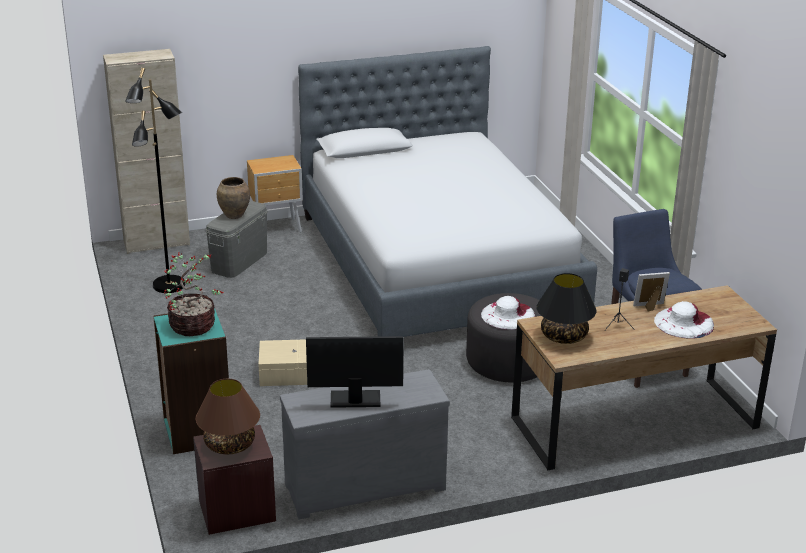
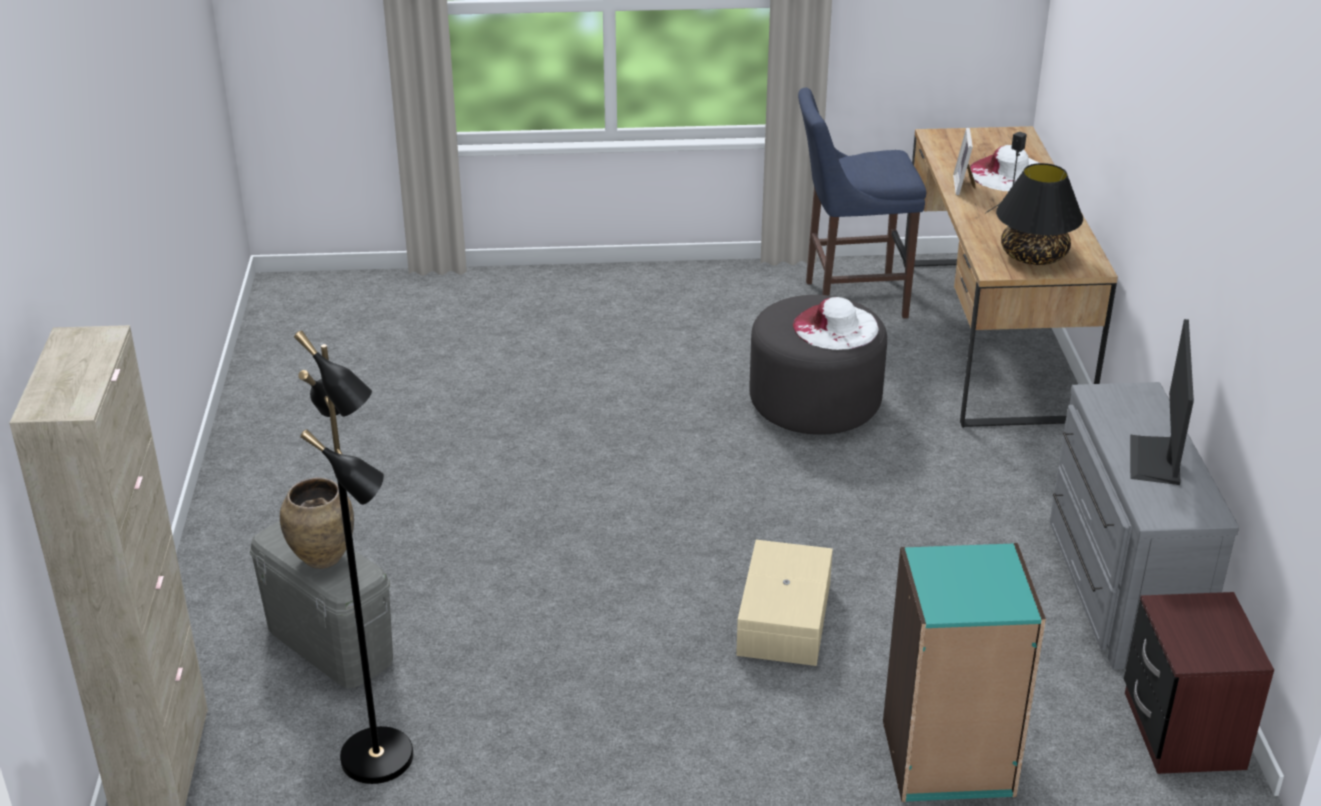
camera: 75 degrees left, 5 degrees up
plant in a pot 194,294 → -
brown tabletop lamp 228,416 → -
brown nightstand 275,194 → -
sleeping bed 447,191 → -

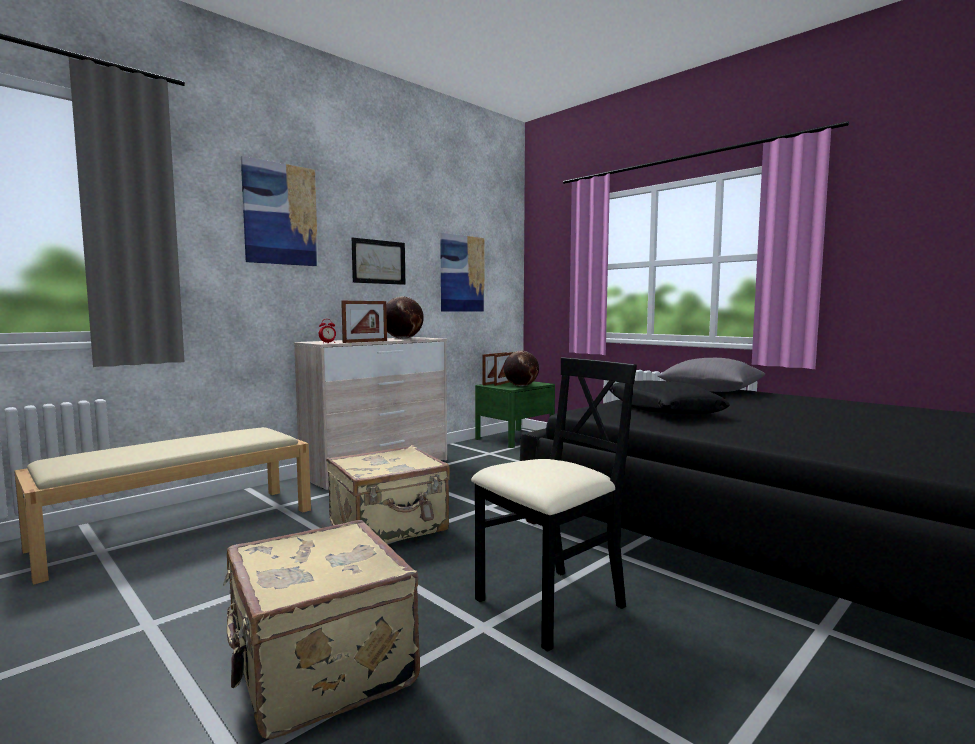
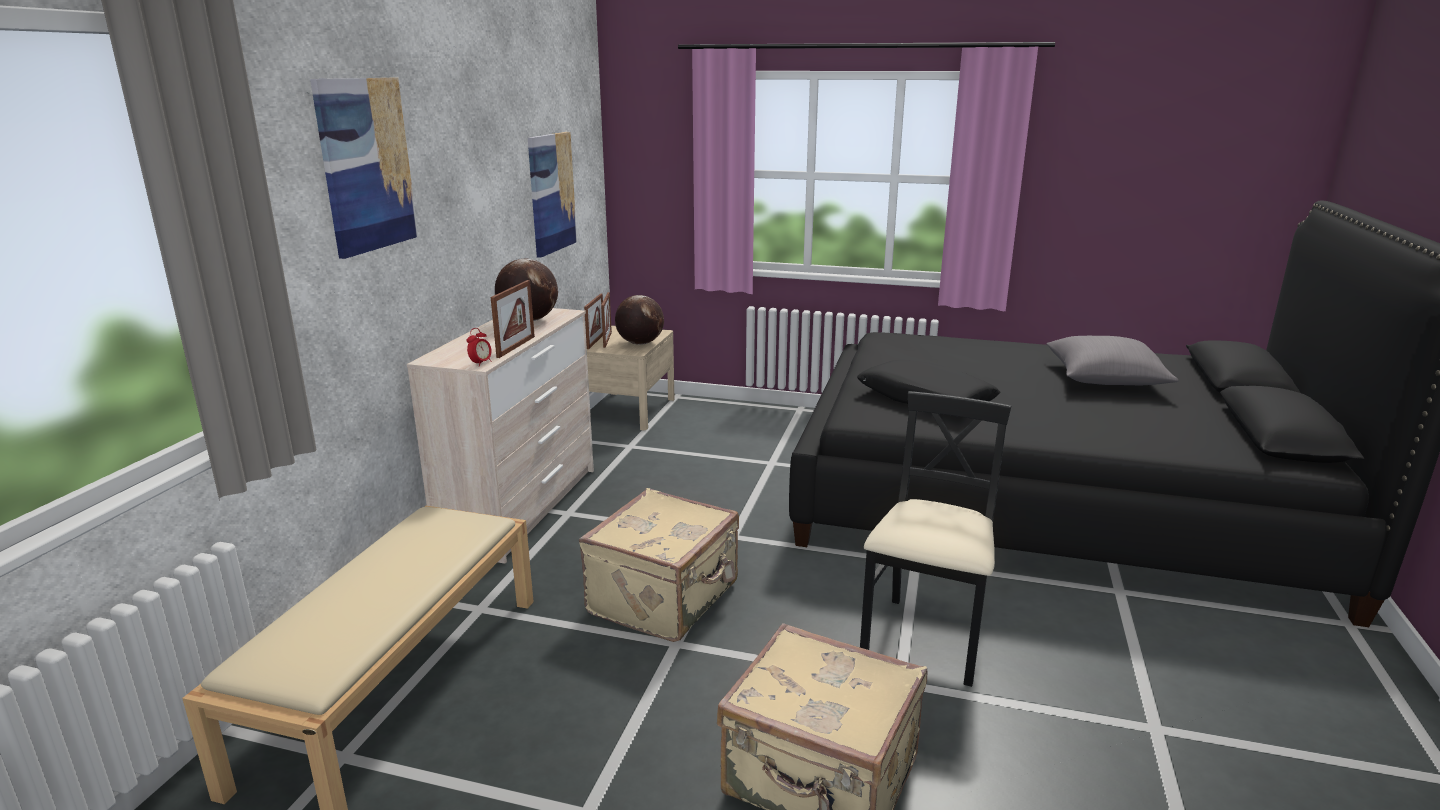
camera: 30 degrees left, 15 degrees up
wall picture 378,261 → -
gray throw pillow 711,375 → gray throw pillow 1112,360, shifted
green-coloured nightstand 515,414 → beige-coloured nightstand 630,377

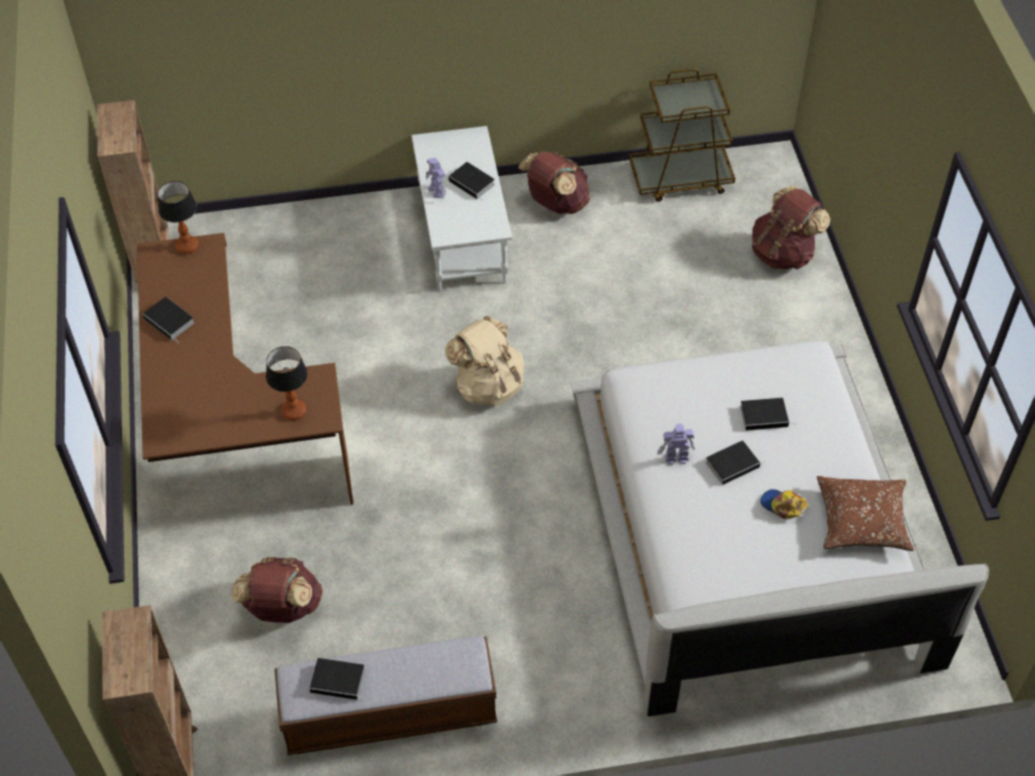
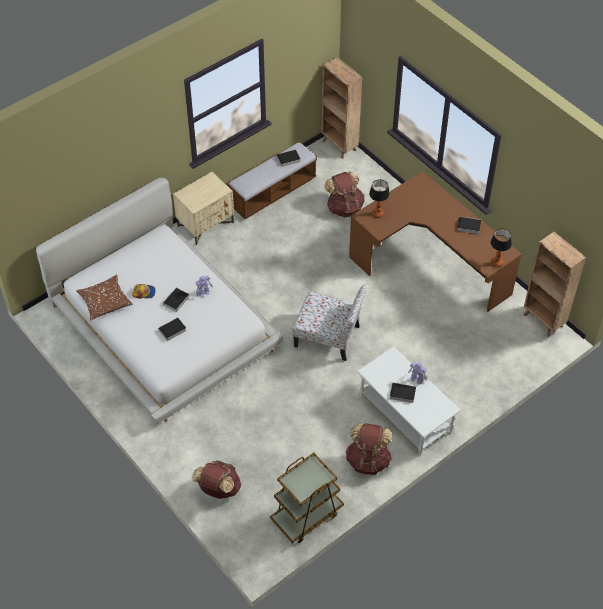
camera: 150 degrees right, 0 degrees up
- → beige-coloured nightstand 203,208
beige-coloured rucksack 484,361 → plain chair 330,323

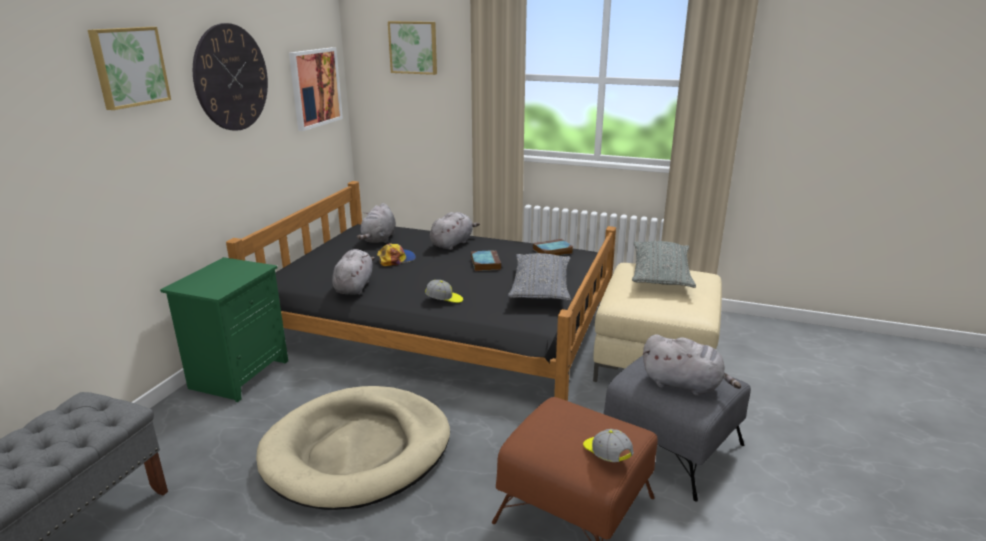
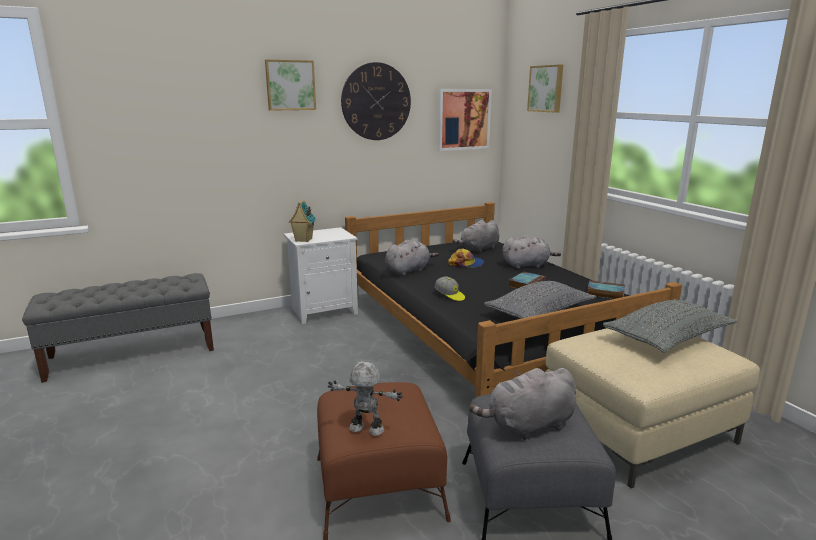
camera: 45 degrees right, 5 degrees down
beige-coloured pet bed 353,448 → -
- → model house 302,221
peaked cap 608,445 → toy robot 365,398
green-coloured nightstand 224,329 → whitish nightstand 321,275
gray cuddly toy 692,365 → gray cuddly toy 522,404, 90 degrees clockwise

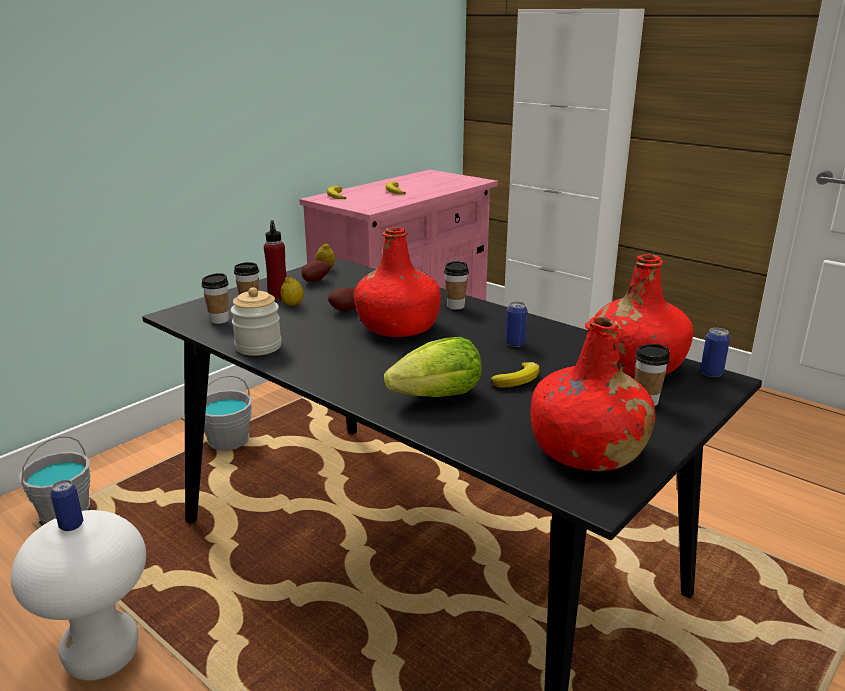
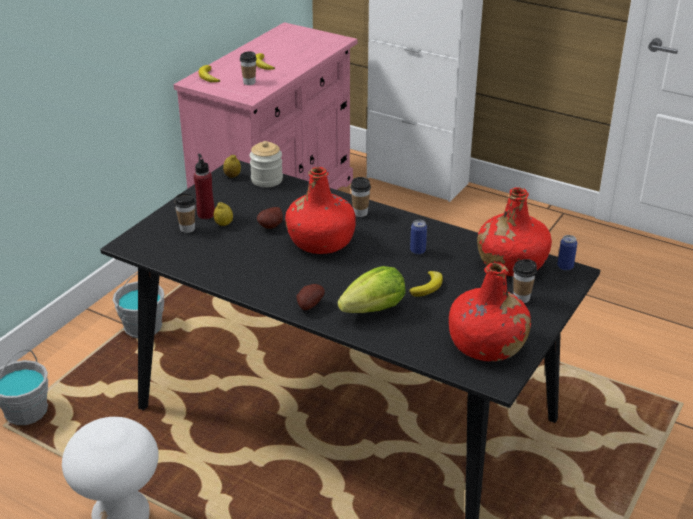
camera: 10 degrees left, 10 degrees up
can 66,505 → -
cup 215,298 → cup 248,68, shifted
storage jar 256,321 → storage jar 266,164, shifted
whole potato 315,271 → whole potato 310,297, shifted

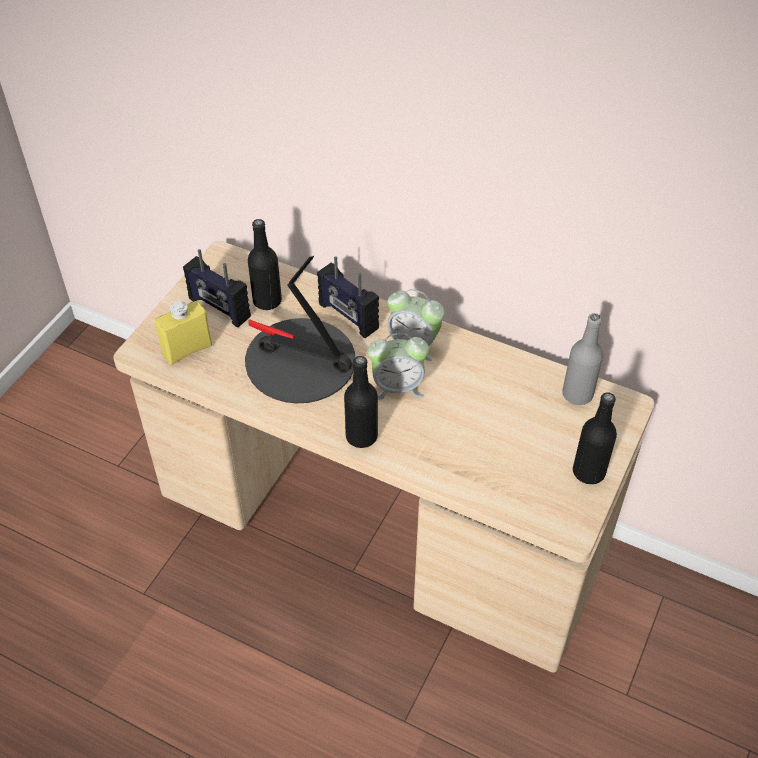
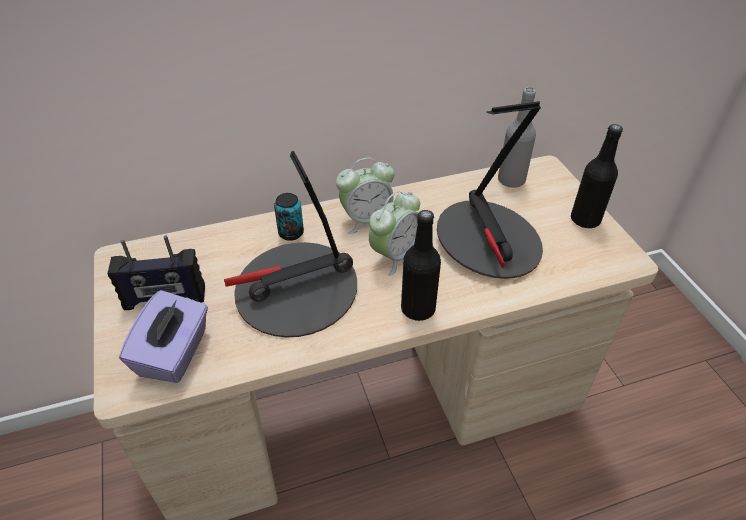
camera: 45 degrees left, 5 degrees down
black-coloured drink bottle 265,264 → -
- → tabletop lamp 490,190
yellowish drink bottle 183,332 → purple-coloured tissue box 163,336
radio 348,297 → can 289,217

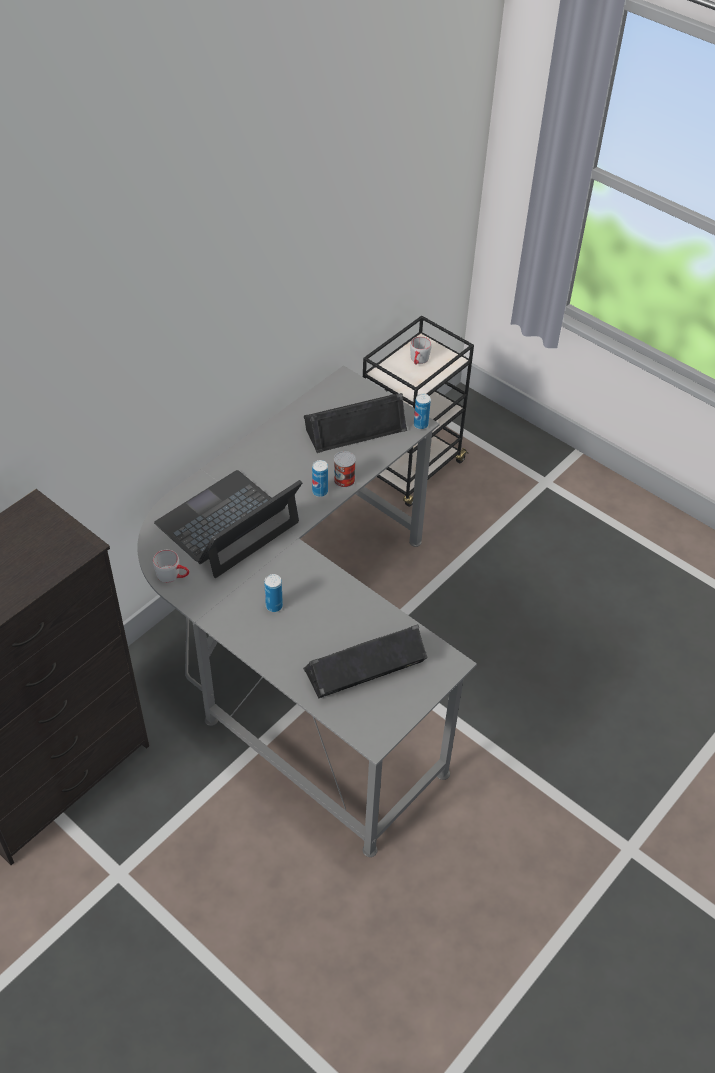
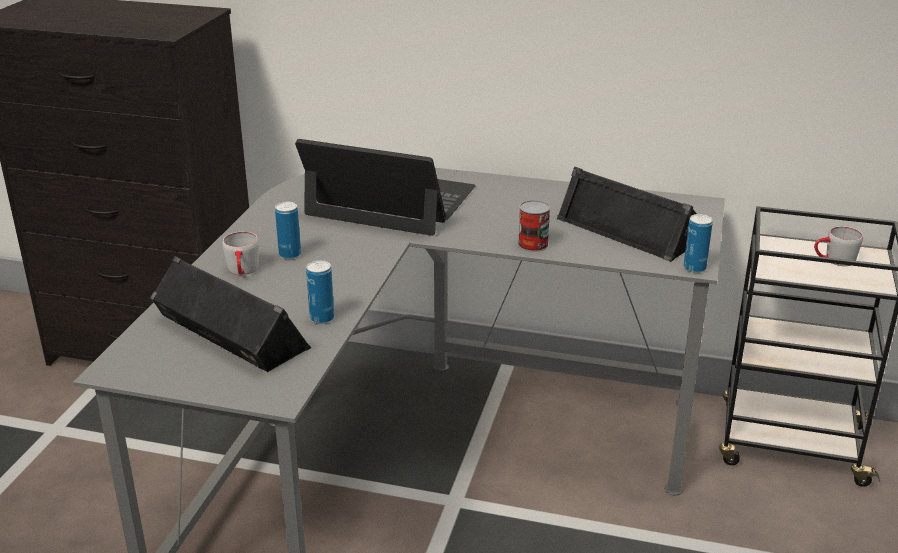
camera: 65 degrees right, 20 degrees down
gray tea mug 171,566 → gray tea mug 240,253, shifted
can 320,478 → can 320,292, shifted

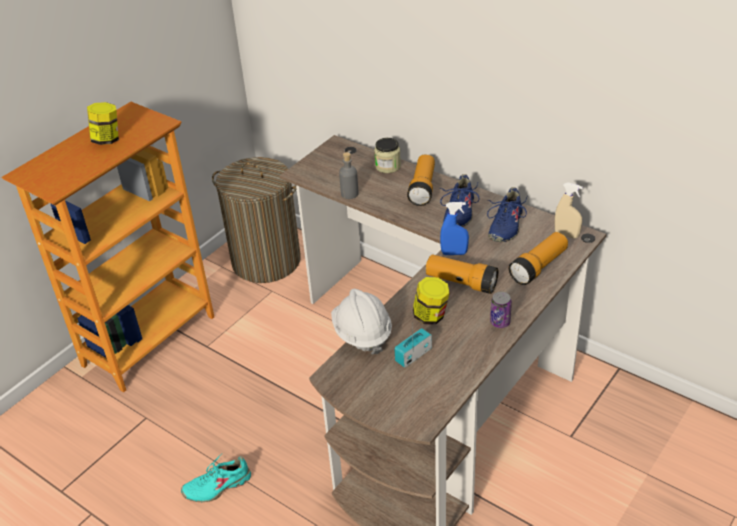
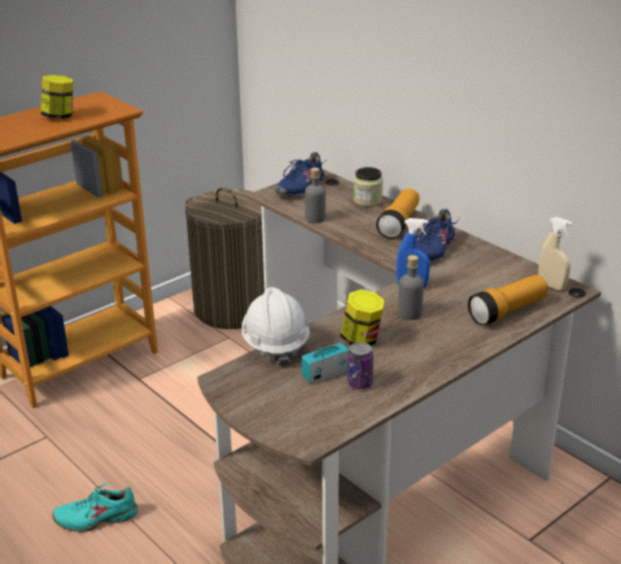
camera: 10 degrees right, 10 degrees down
blue low shoe 507,214 → blue low shoe 300,174, shifted
can 501,310 → can 360,365, shifted
hand torch 462,274 → gray drink bottle 411,287

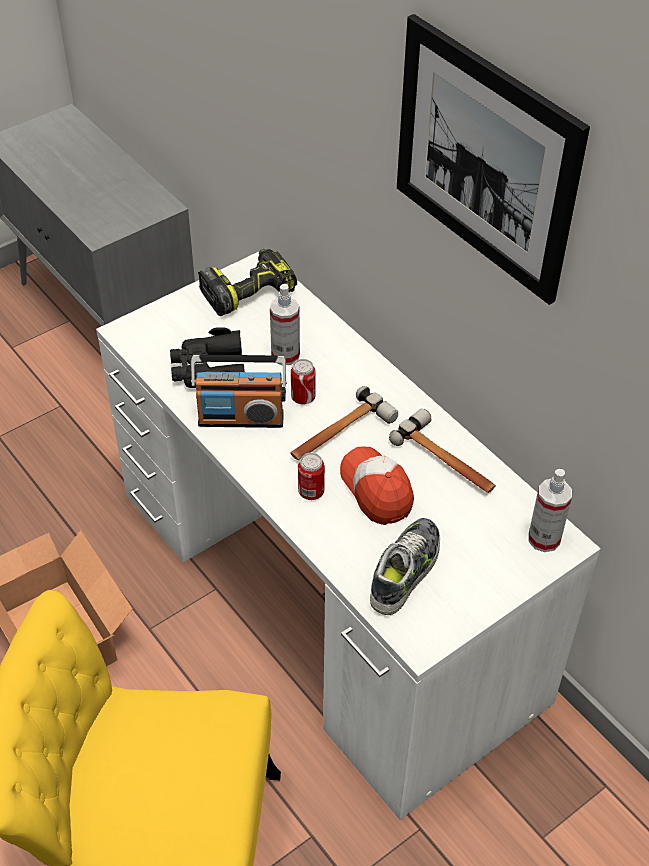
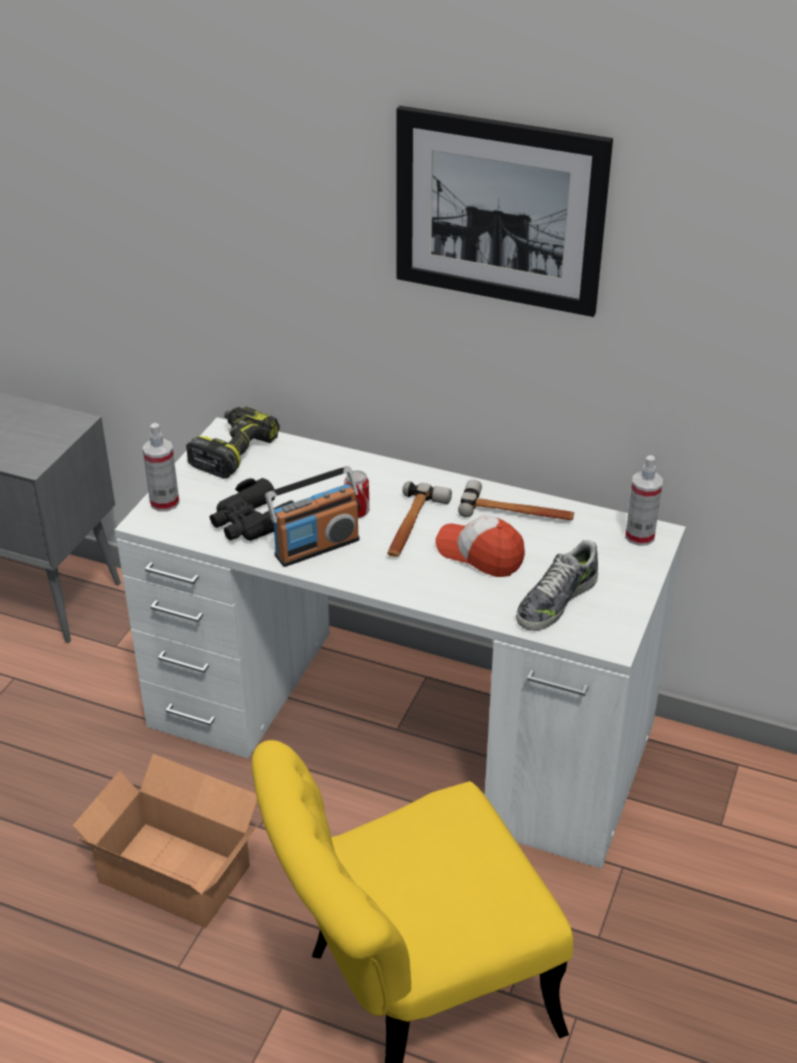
camera: 30 degrees left, 10 degrees down
can 311,476 → -
hand sprayer 285,325 → hand sprayer 160,467, shifted
low shoe 405,566 → low shoe 557,585, 135 degrees counterclockwise

